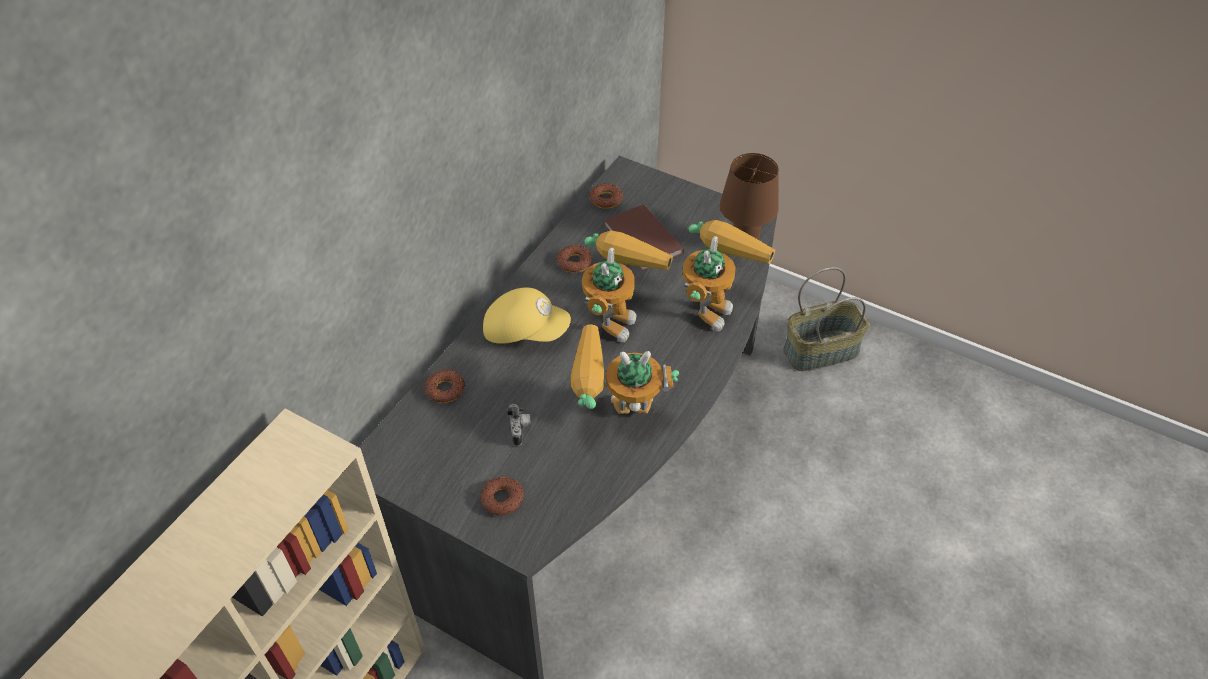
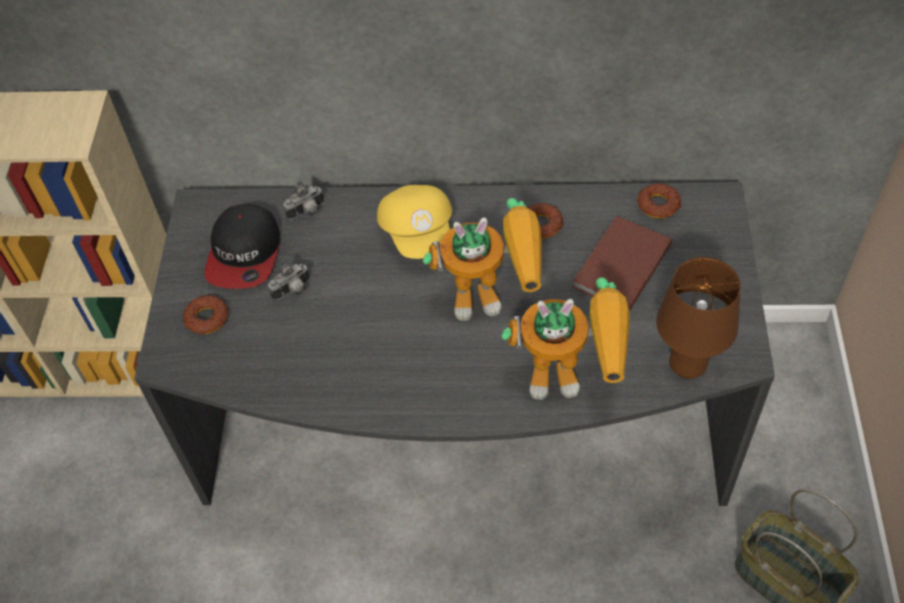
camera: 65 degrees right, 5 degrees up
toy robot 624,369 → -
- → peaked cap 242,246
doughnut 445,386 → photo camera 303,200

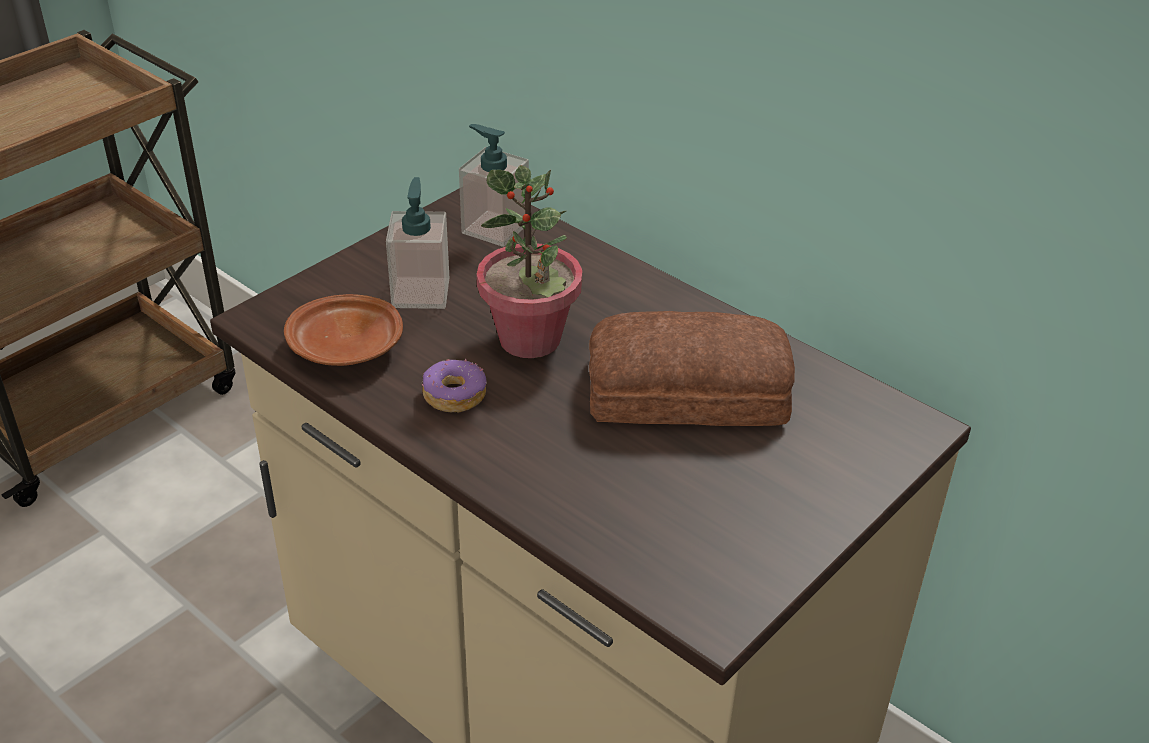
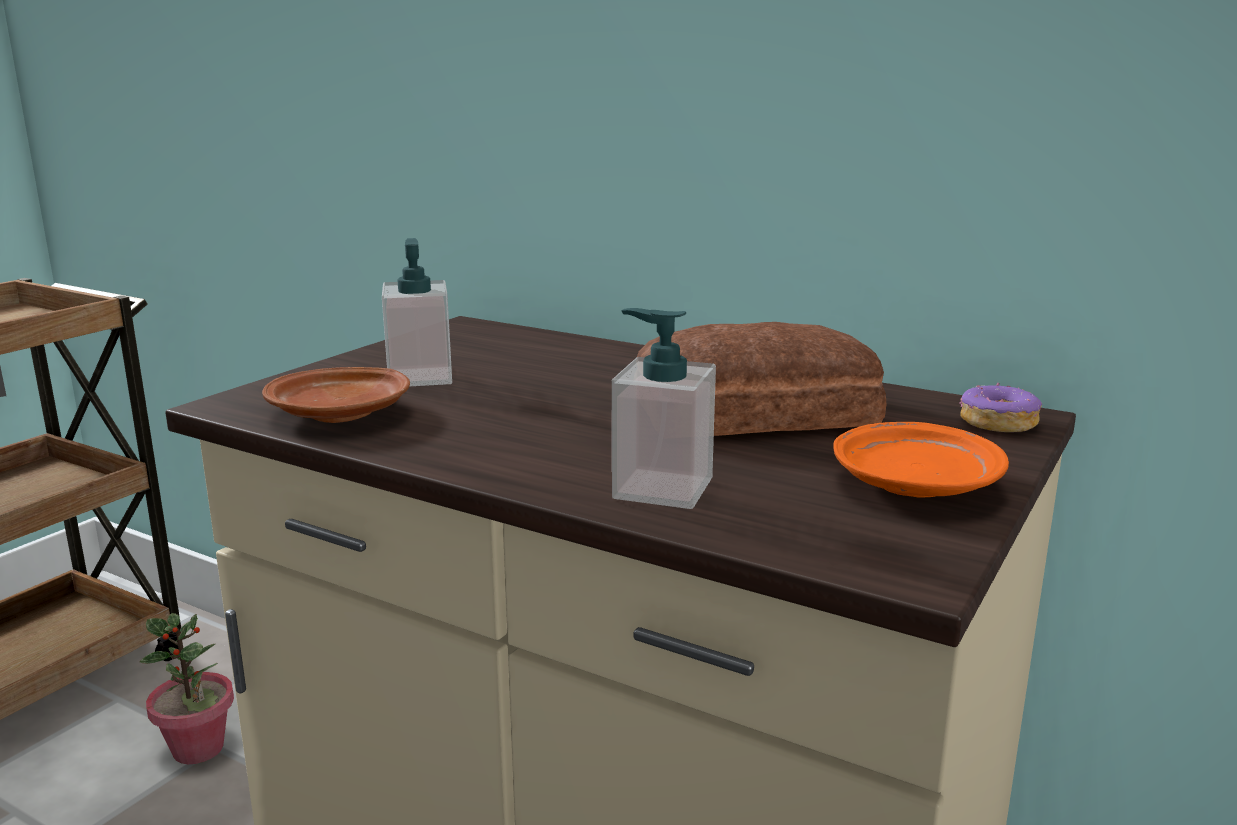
camera: 10 degrees left, 20 degrees down
- → orangey plate 921,459
doughnut 454,386 → doughnut 1001,407, shifted
liquid soap bottle 494,185 → liquid soap bottle 664,408, shifted
plant in a pot 529,261 → plant in a pot 186,688, shifted

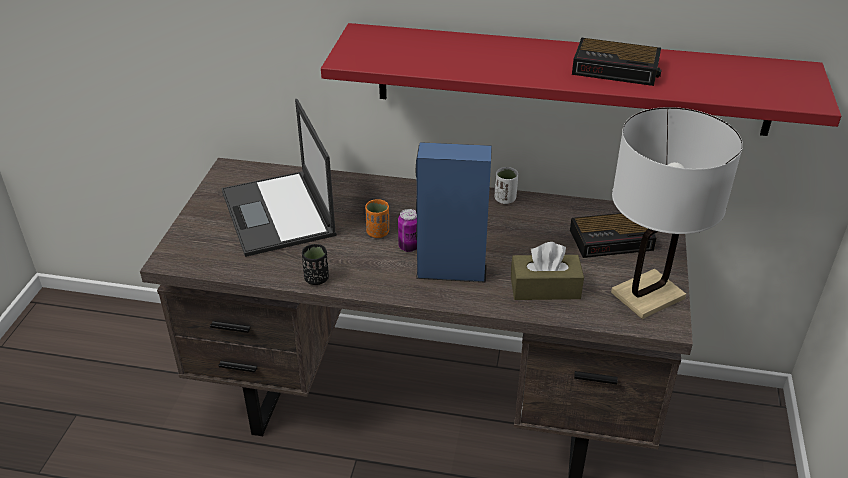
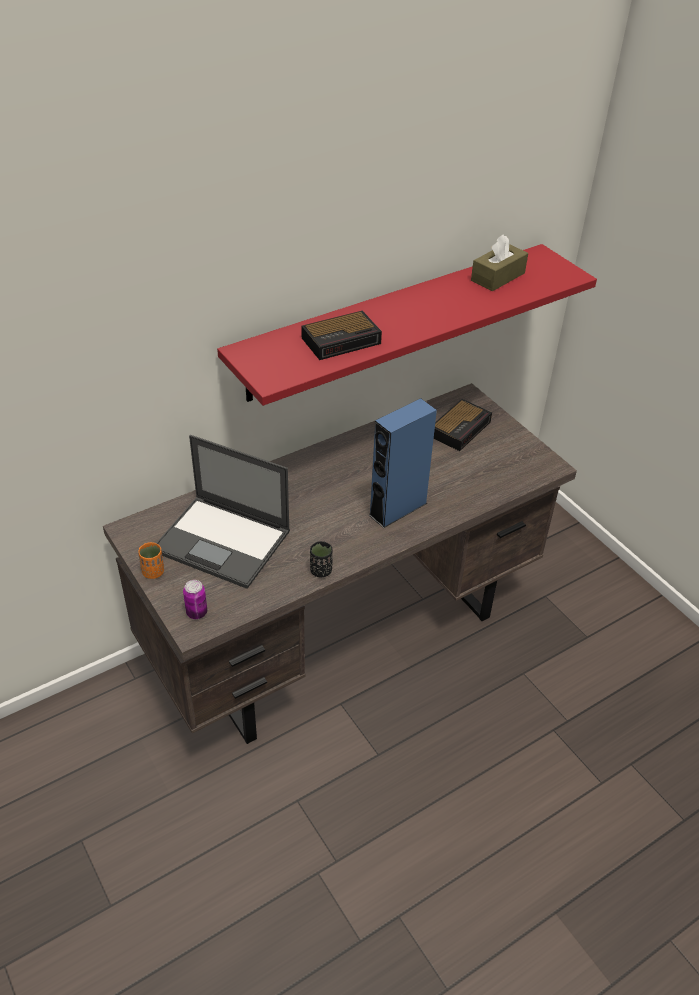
camera: 45 degrees left, 5 degrees up
whitish cup 506,185 → -
whitish tabletop lamp 677,213 → -
orangey cup 377,218 → orangey cup 151,560, shifted
can 407,230 → can 195,599, shifted
brown tissue box 547,271 → brown tissue box 499,262, shifted
bedside clock 617,62 → bedside clock 342,335, shifted

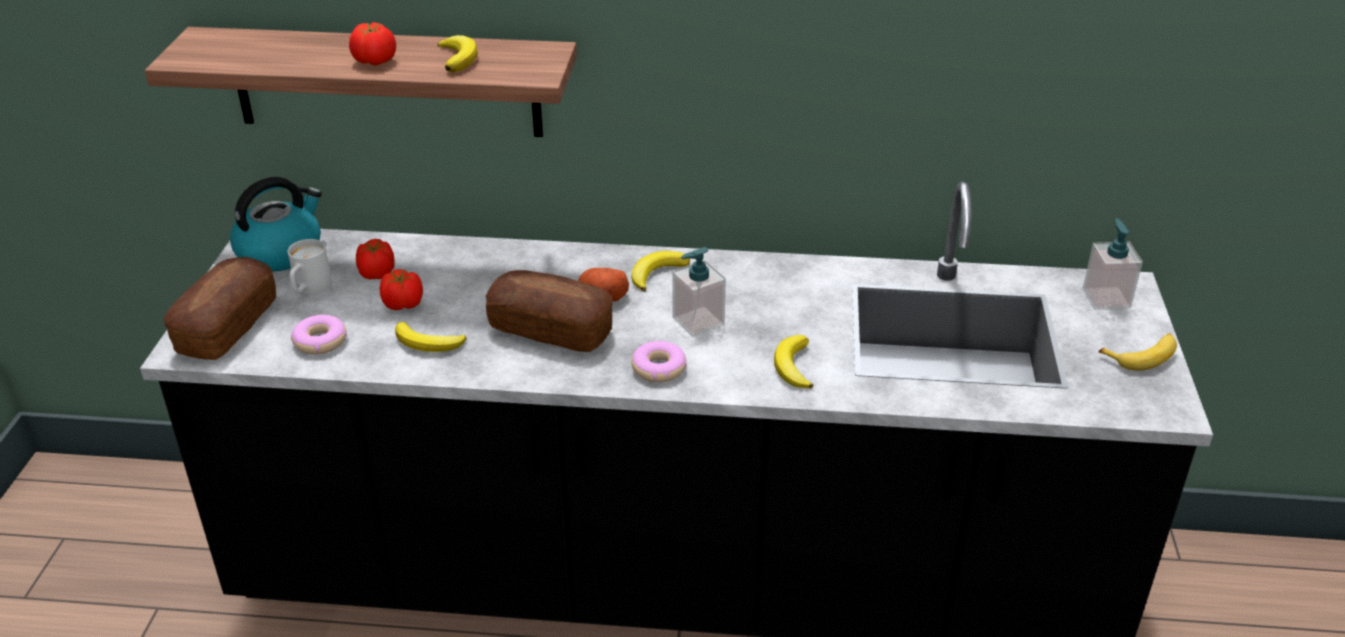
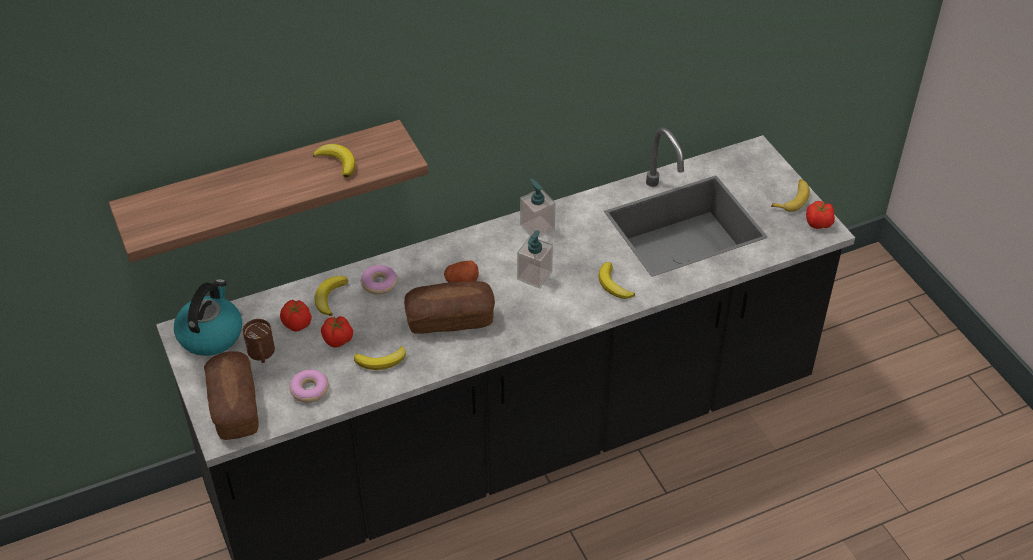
camera: 30 degrees left, 10 degrees up
fresh tomato 372,44 → fresh tomato 820,215, shifted
banana fruit 660,271 → banana fruit 331,296, shifted
doughnut 659,361 → doughnut 378,280, shifted
liquid soap bottle 1113,264 → liquid soap bottle 538,208, shifted
whitish tea mug 309,267 → brown tea mug 259,341

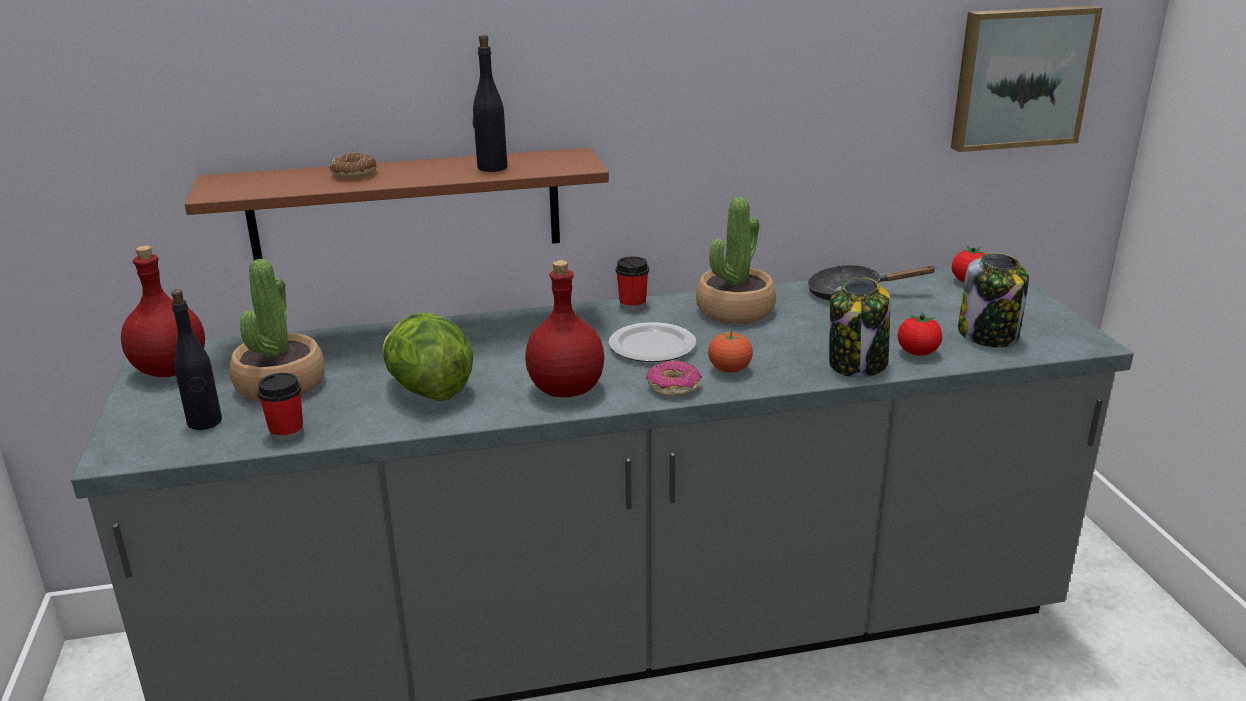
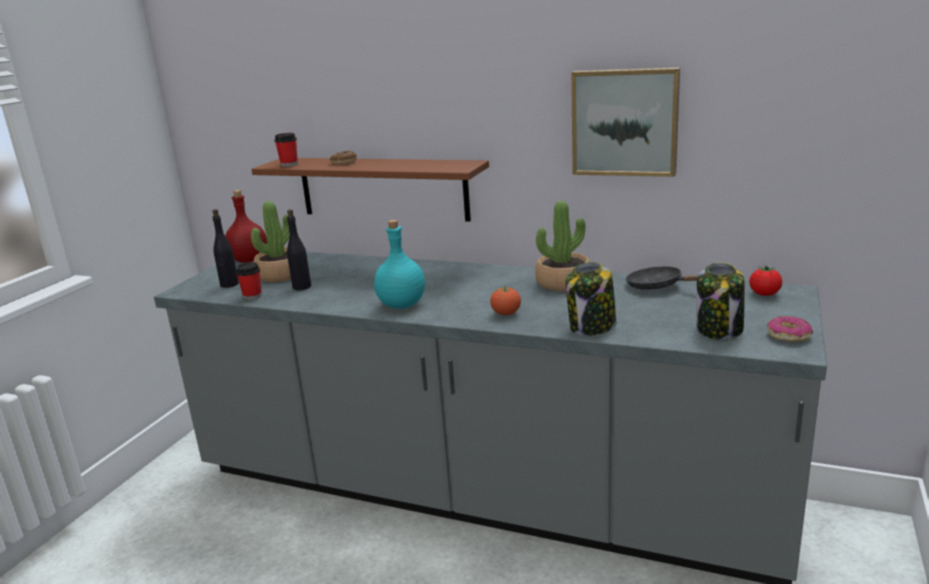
camera: 35 degrees right, 5 degrees down
lettuce head 428,357 → -
plate 652,342 → -
fresh tomato 920,334 → -
black-coloured drink bottle 490,103 → black-coloured drink bottle 299,249, shifted
cup 632,283 → cup 286,150, shifted
doughnut 674,378 → doughnut 790,329, shifted
wall picture 1026,78 → wall picture 625,122, shifted
red-coloured drink bottle 565,328 → blue-green drink bottle 399,264

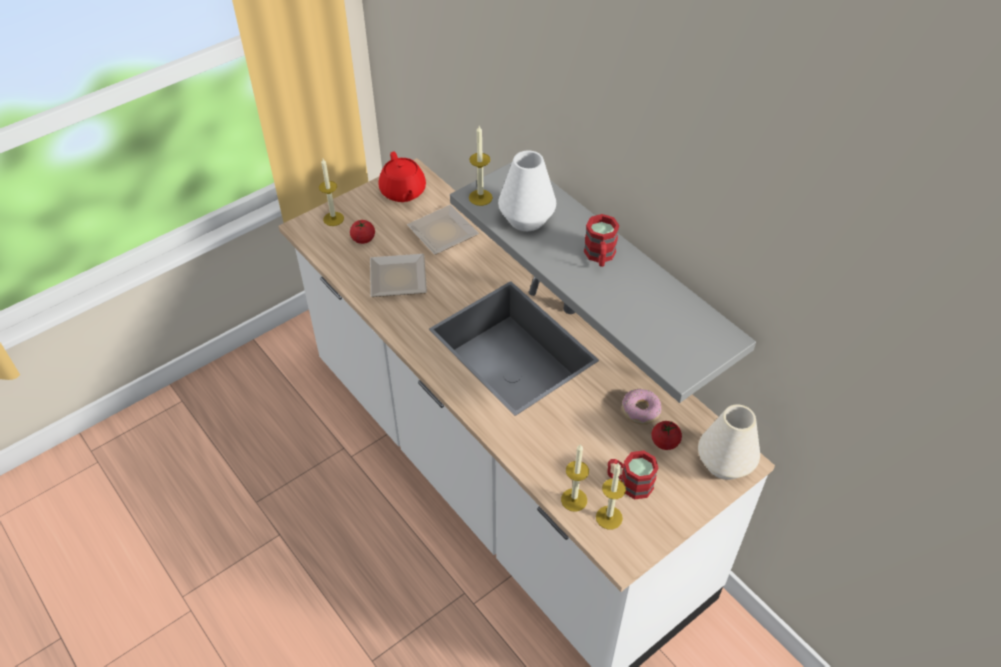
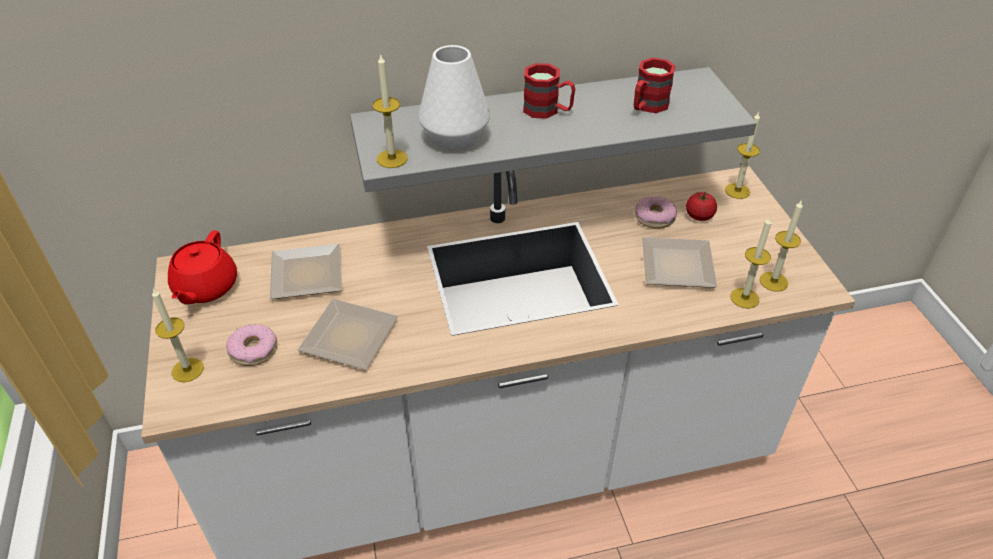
camera: 65 degrees left, 5 degrees down
- → plate 679,262
red-coloured tea mug 633,475 → red-coloured tea mug 655,85, shifted
fresh tomato 362,232 → doughnut 251,345
whitish vase 729,442 → wax candle 742,155
red-coloured tea pot 402,177 → red-coloured tea pot 202,267, 90 degrees clockwise

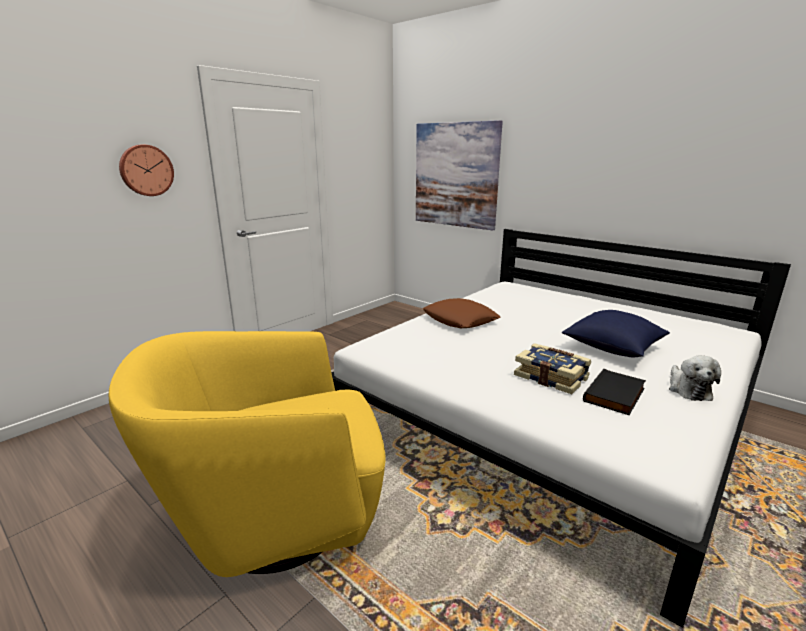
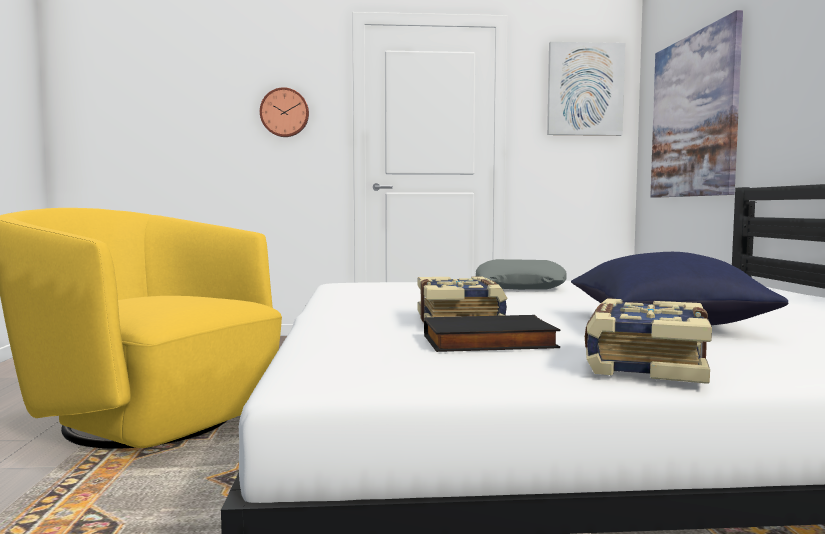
camera: 45 degrees right, 15 degrees down
- → wall picture 586,89
cuddly toy 695,378 → book 648,341
brown throw pillow 461,313 → gray throw pillow 521,274

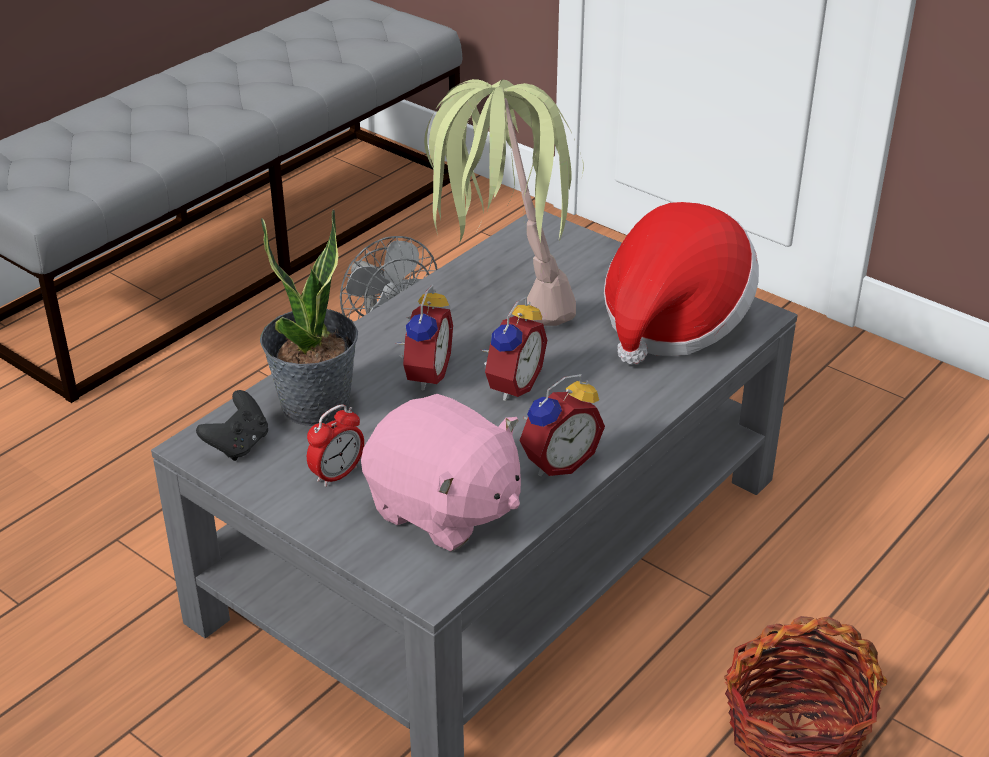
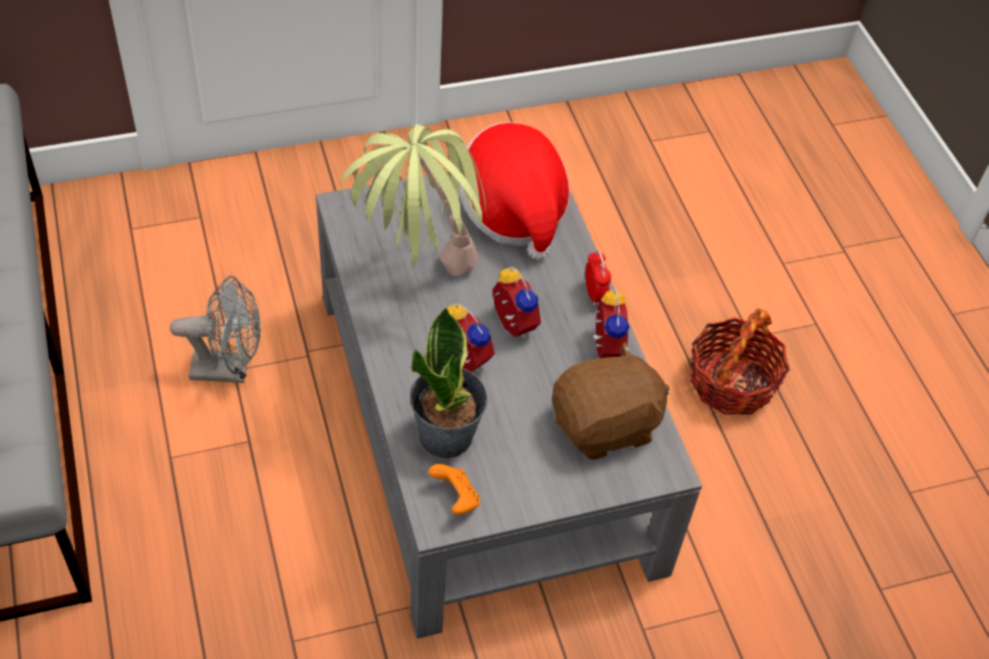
camera: 60 degrees left, 15 degrees up
bedside clock 335,445 → bedside clock 598,278, shifted
black-coloured joypad 232,425 → orangey joypad 454,489
pink cuddly toy 441,472 → brown cuddly toy 610,401

